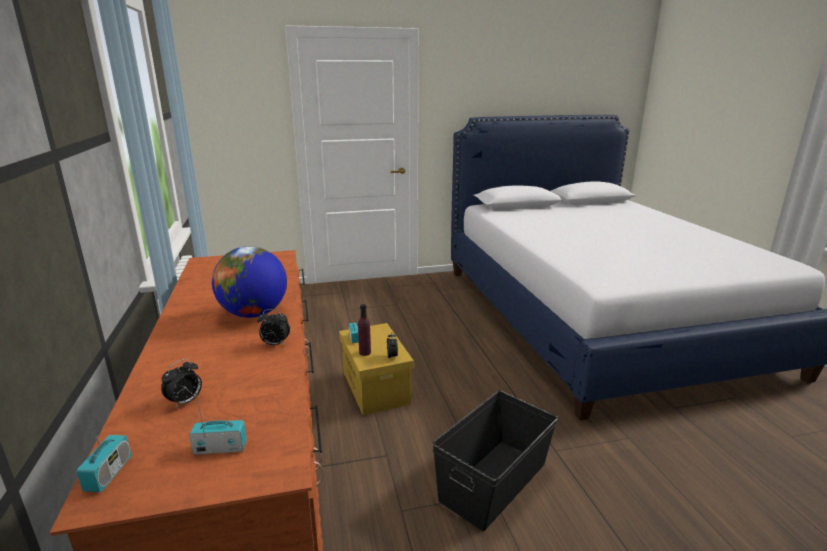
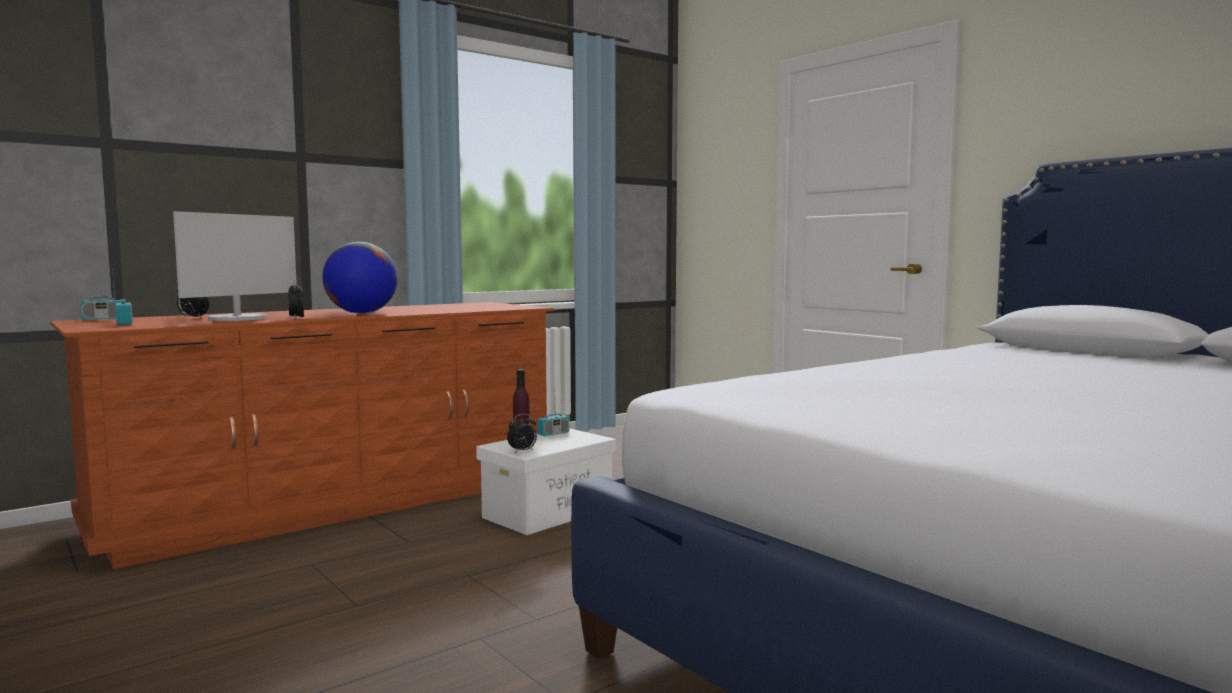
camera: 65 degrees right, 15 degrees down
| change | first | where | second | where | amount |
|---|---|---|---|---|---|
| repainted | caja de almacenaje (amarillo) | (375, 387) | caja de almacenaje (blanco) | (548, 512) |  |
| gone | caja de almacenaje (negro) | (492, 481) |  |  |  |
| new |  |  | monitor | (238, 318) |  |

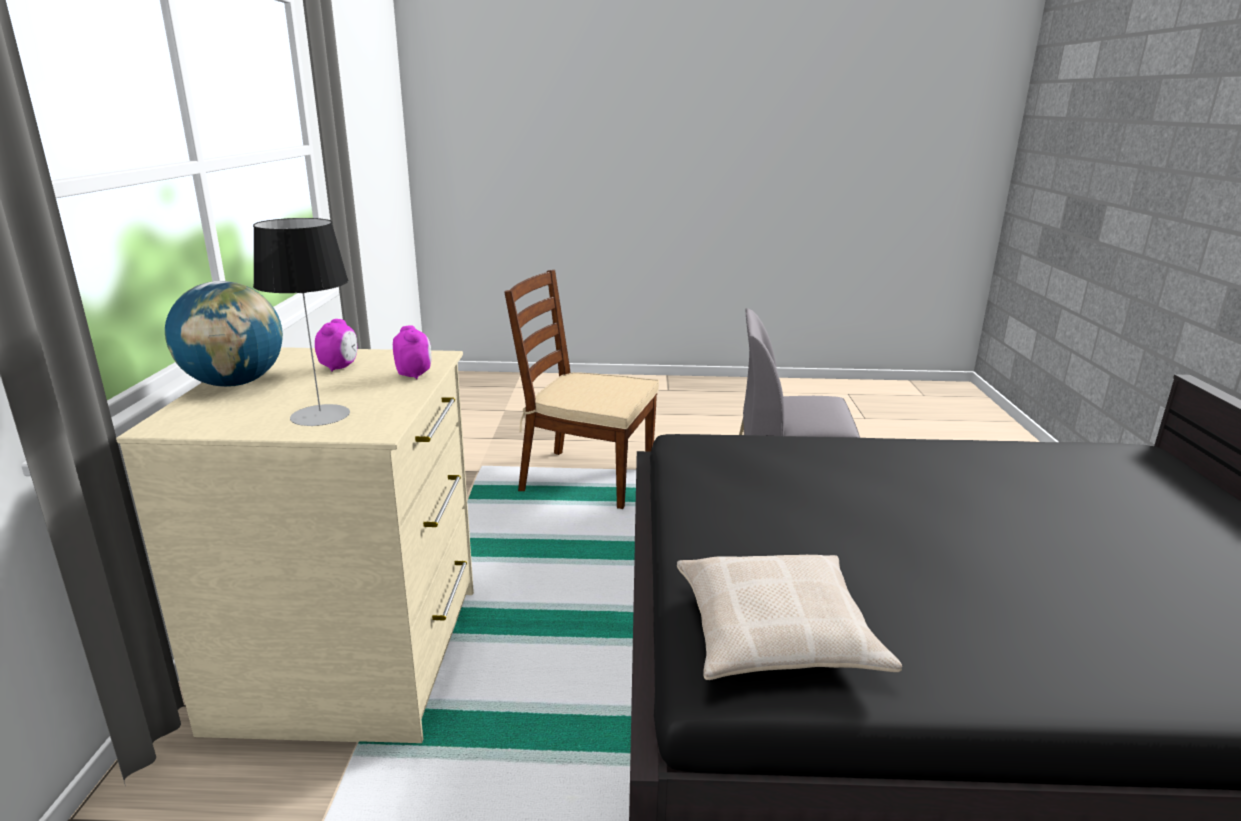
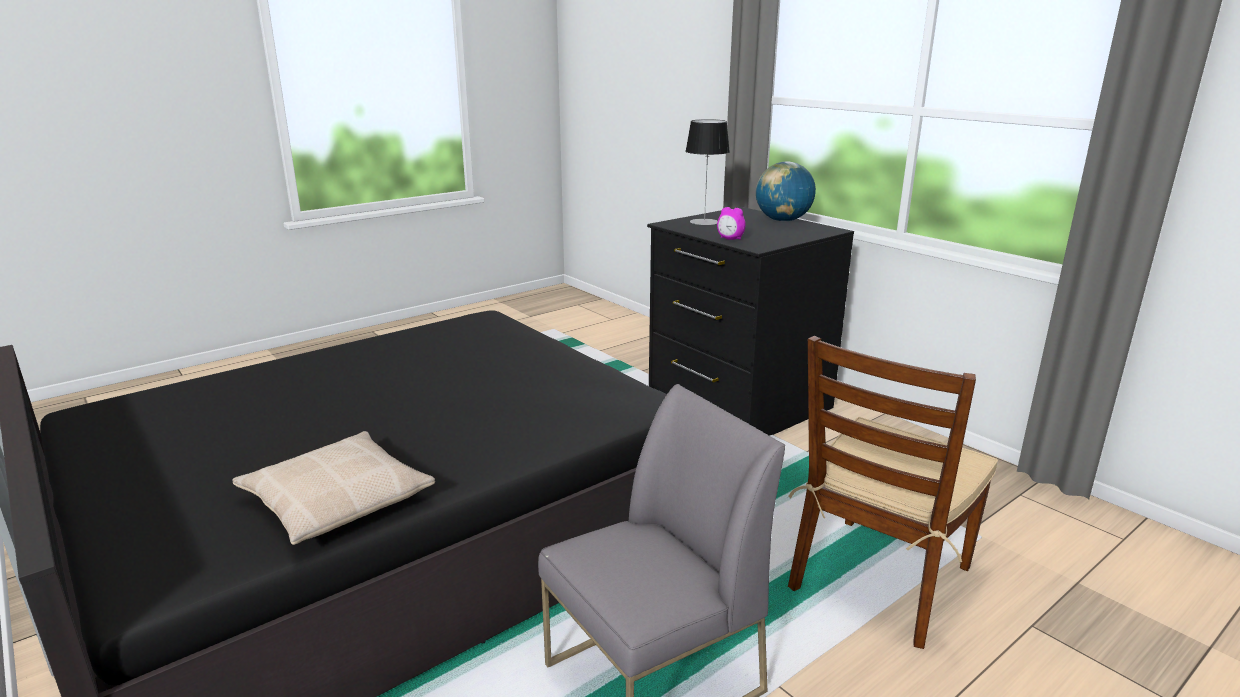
camera: 140 degrees right, 0 degrees up
| change | first | where | second | where | amount |
|---|---|---|---|---|---|
| repainted | cómoda (beis) | (356, 656) | cómoda (negro) | (737, 402) |  |
| gone | despertador | (340, 367) |  |  |  |
| rotated | silla (marrón) | (585, 478) |  | (880, 579) | 150 degrees clockwise |
| shifted | cojín (beis) | (776, 634) |  | (337, 500) |  |

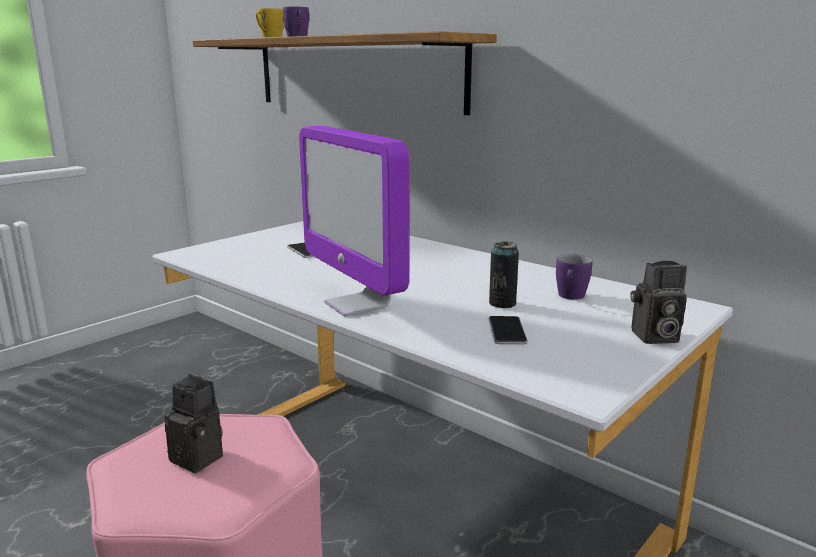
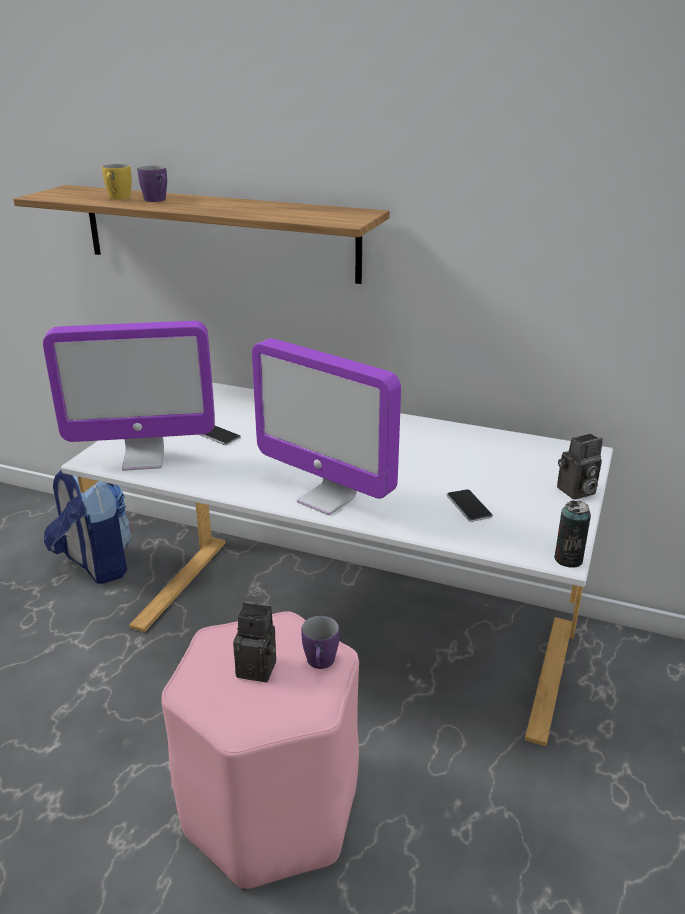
camera: 20 degrees left, 10 degrees up
| change | first | where | second | where | amount |
|---|---|---|---|---|---|
| shifted | lata | (502, 303) |  | (568, 559) |  |
| shifted | taza grande (morado) | (570, 297) |  | (320, 664) |  |
| new |  |  | monitor | (143, 459) |  |
| new |  |  | mochila | (95, 564) |  |

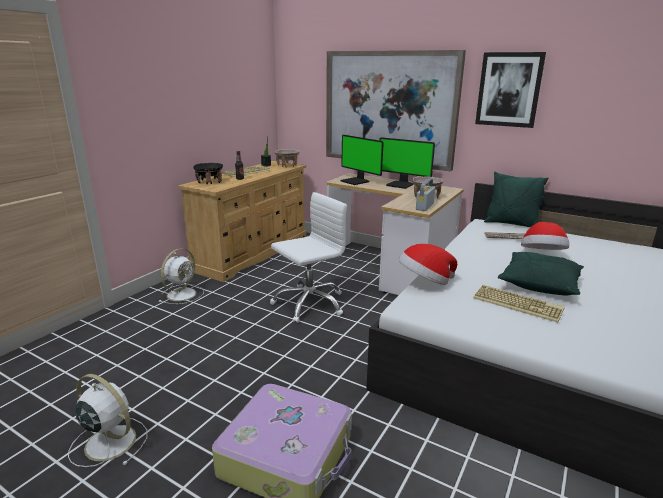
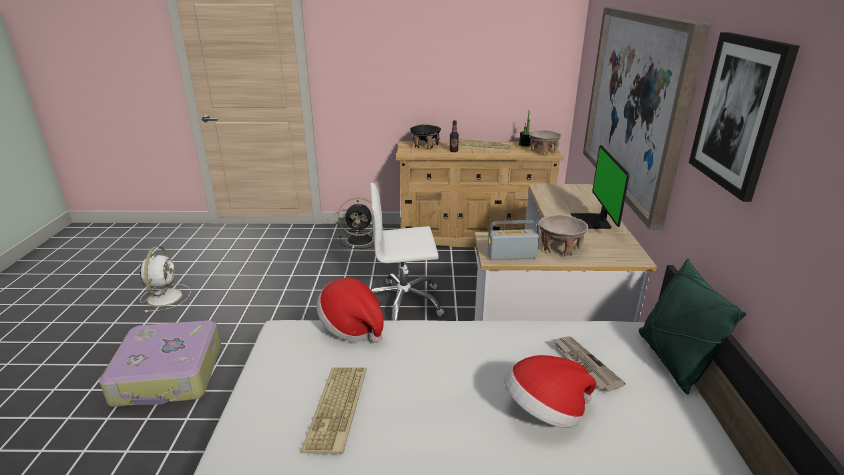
camera: 60 degrees right, 5 degrees up
| change | first | where | second | where | amount |
|---|---|---|---|---|---|
| repainted | ventilador (blanco) | (182, 294) | ventilador (negro) | (361, 240) |  |
| rotated | silla de oficina (blanco) | (309, 303) |  | (403, 303) | 150 degrees clockwise |
| gone | monitor | (356, 181) |  |  |  |
| gone | cojín (verde) | (539, 284) |  |  |  |

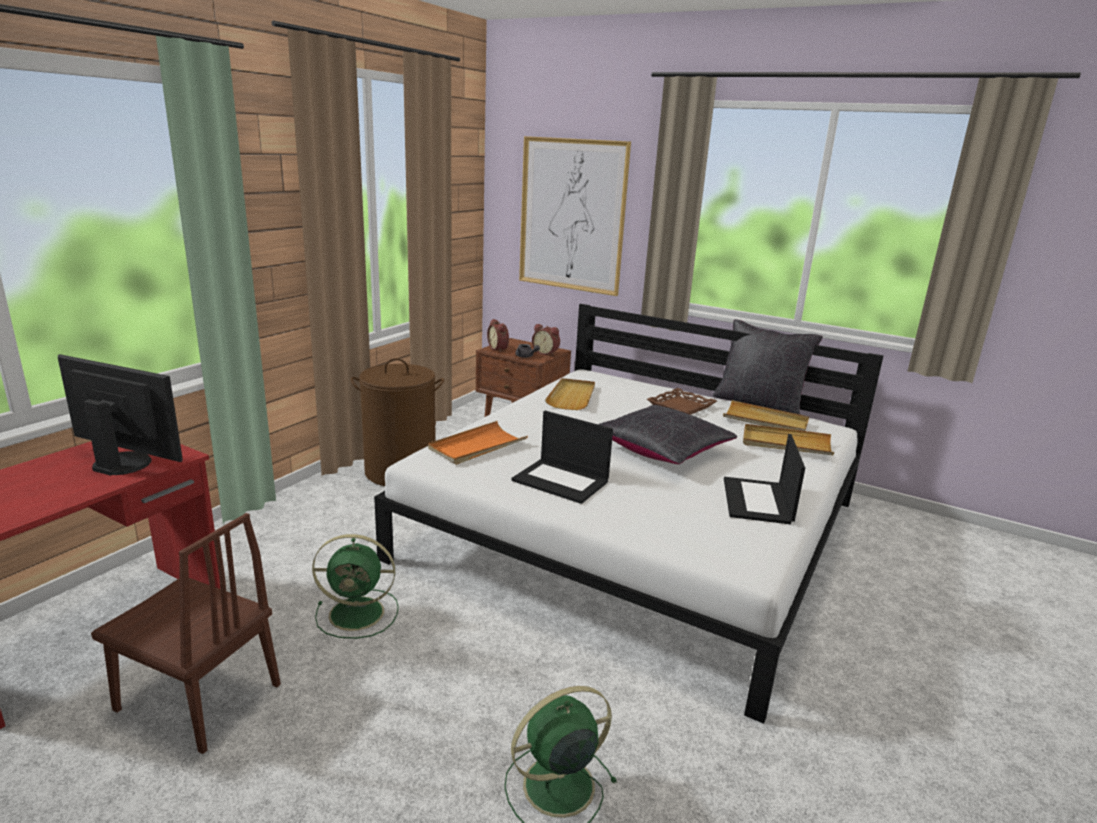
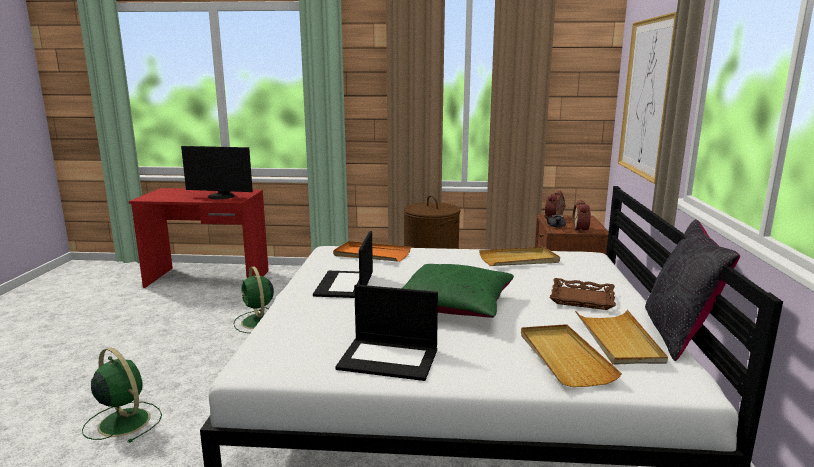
camera: 65 degrees right, 5 degrees down
| change | first | where | second | where | amount |
|---|---|---|---|---|---|
| rotated | monitor | (124, 463) |  | (220, 197) | 105 degrees clockwise |
| gone | silla (marrón) | (198, 697) |  |  |  |
| repainted | cojín (negro) | (662, 449) | cojín (verde) | (454, 305) |  |
| rotated | portátil | (758, 501) |  | (389, 358) | 150 degrees counterclockwise |

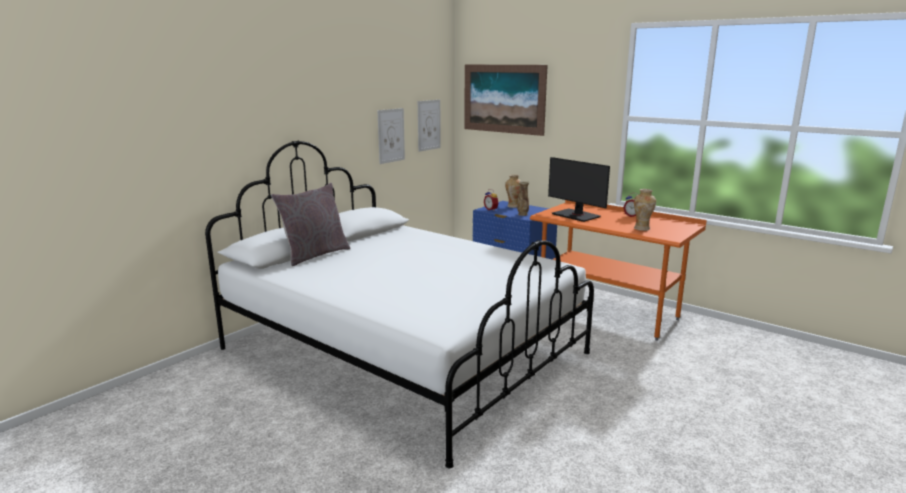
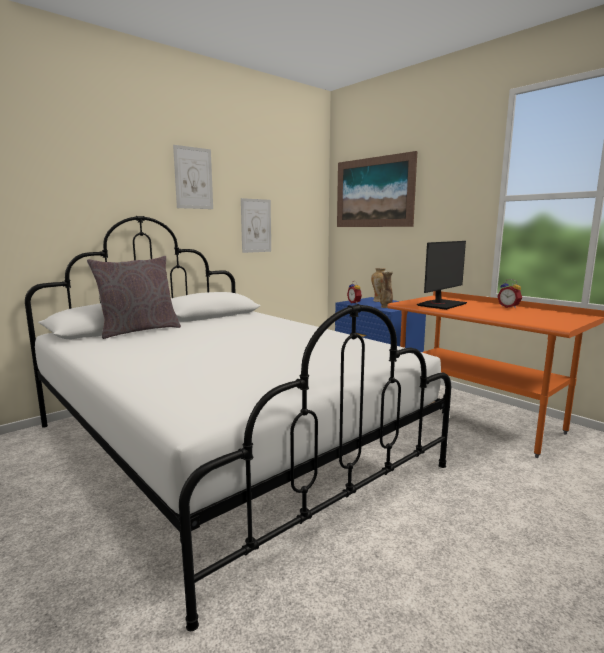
camera: 10 degrees right, 5 degrees down
| change | first | where | second | where | amount |
|---|---|---|---|---|---|
| shifted | cuadro | (429, 125) |  | (193, 178) |  |
| rotated | monitor | (576, 215) |  | (441, 304) | 105 degrees counterclockwise |
| gone | florero | (642, 228) |  |  |  |

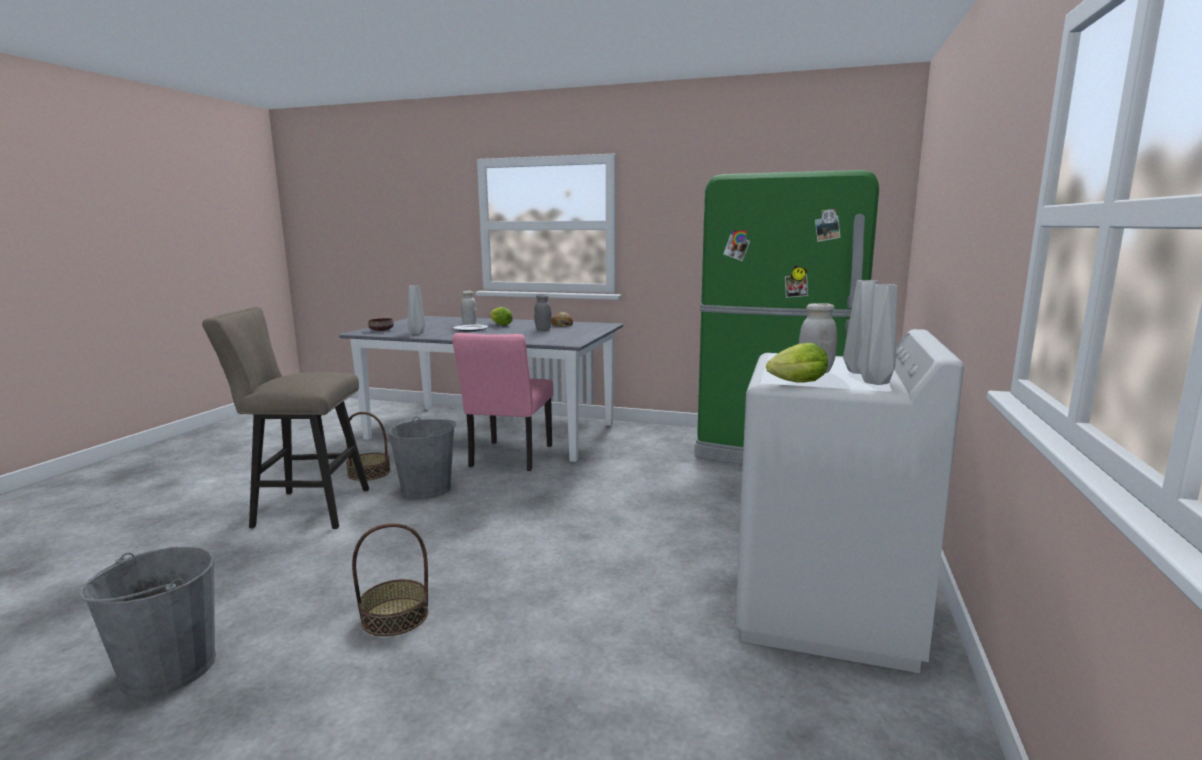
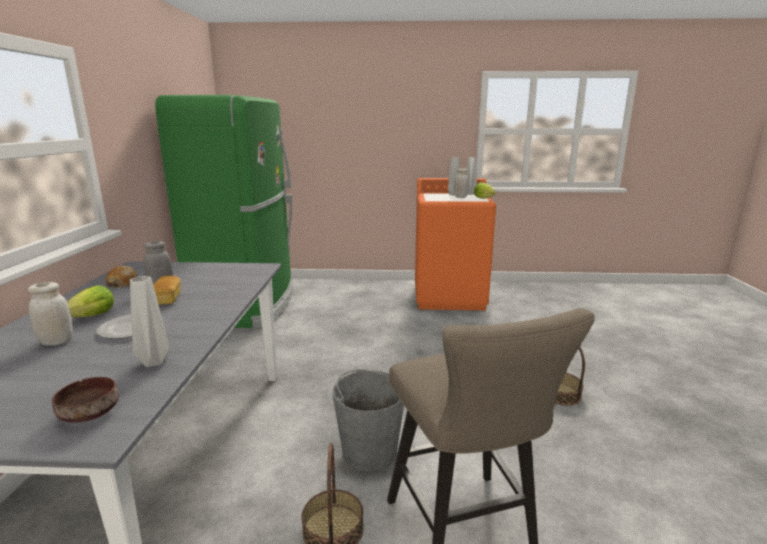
camera: 105 degrees left, 5 degrees up
| change | first | where | second | where | amount |
|---|---|---|---|---|---|
| gone | cubo (gris) | (168, 669) |  |  |  |
| gone | silla (rosa) | (508, 458) |  |  |  |
| repainted | lavadora (blanco) | (825, 610) | lavadora (naranja) | (449, 297) |  |
| new |  |  | pan | (167, 299) |  |

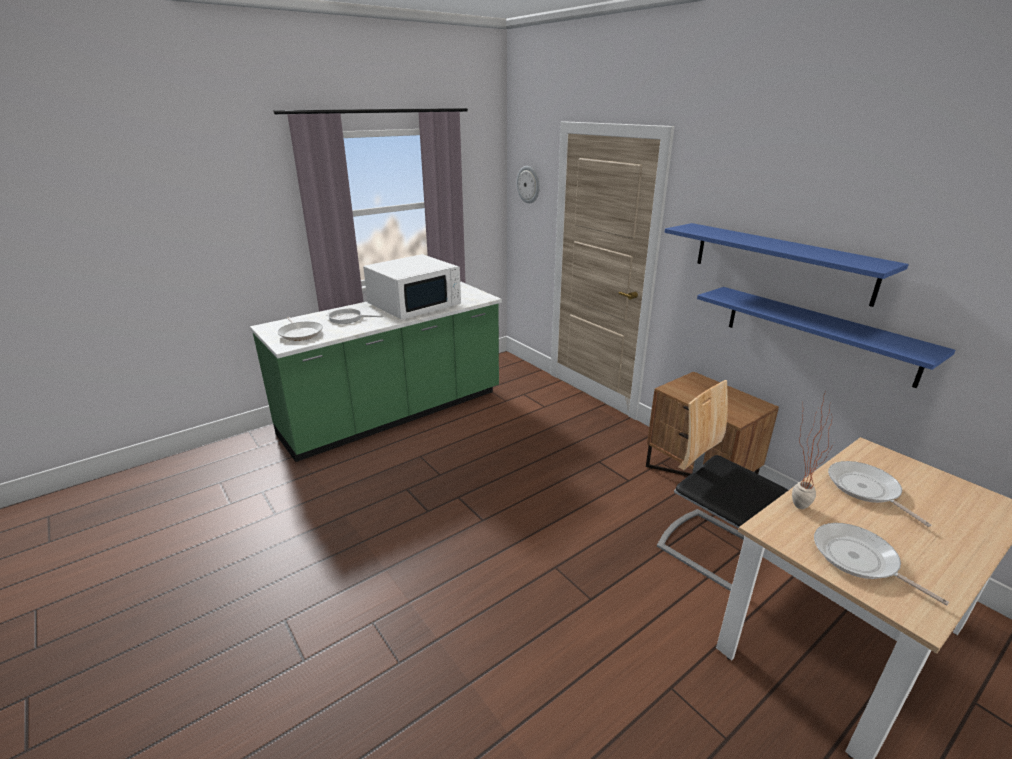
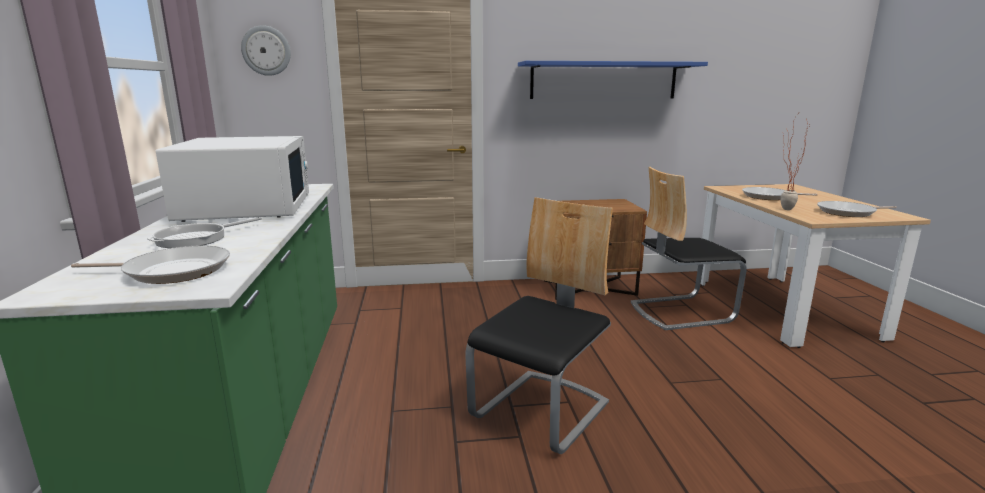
camera: 60 degrees left, 10 degrees down
| change | first | where | second | where | amount |
|---|---|---|---|---|---|
| gone | estante (azul) | (817, 333) |  |  |  |
| new |  |  | silla | (542, 411) |  |

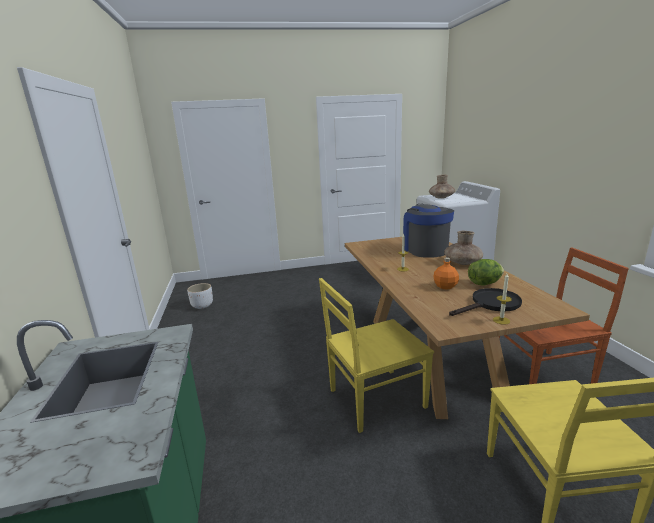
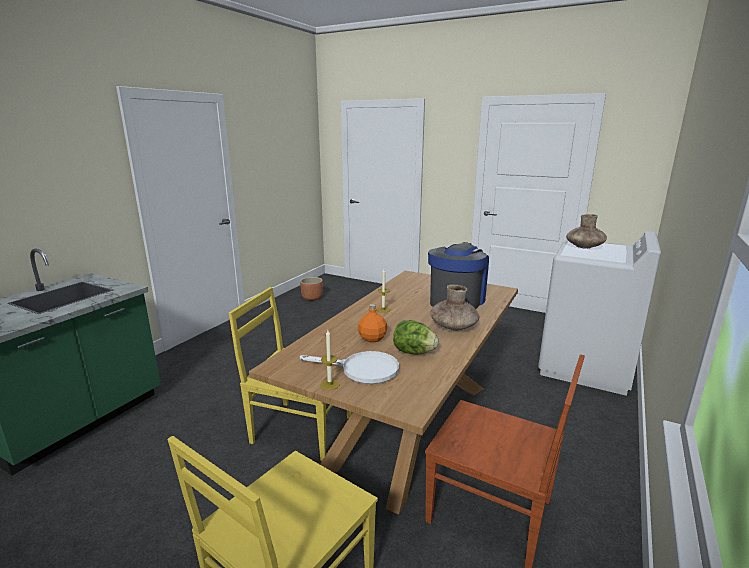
camera: 40 degrees right, 0 degrees up
| change | first | where | second | where | amount |
|---|---|---|---|---|---|
| repainted | maceta (blanco) | (202, 305) | maceta (marrón) | (312, 298) |  |
| repainted | sartén (negro) | (491, 304) | sartén (blanco) | (362, 370) |  |

